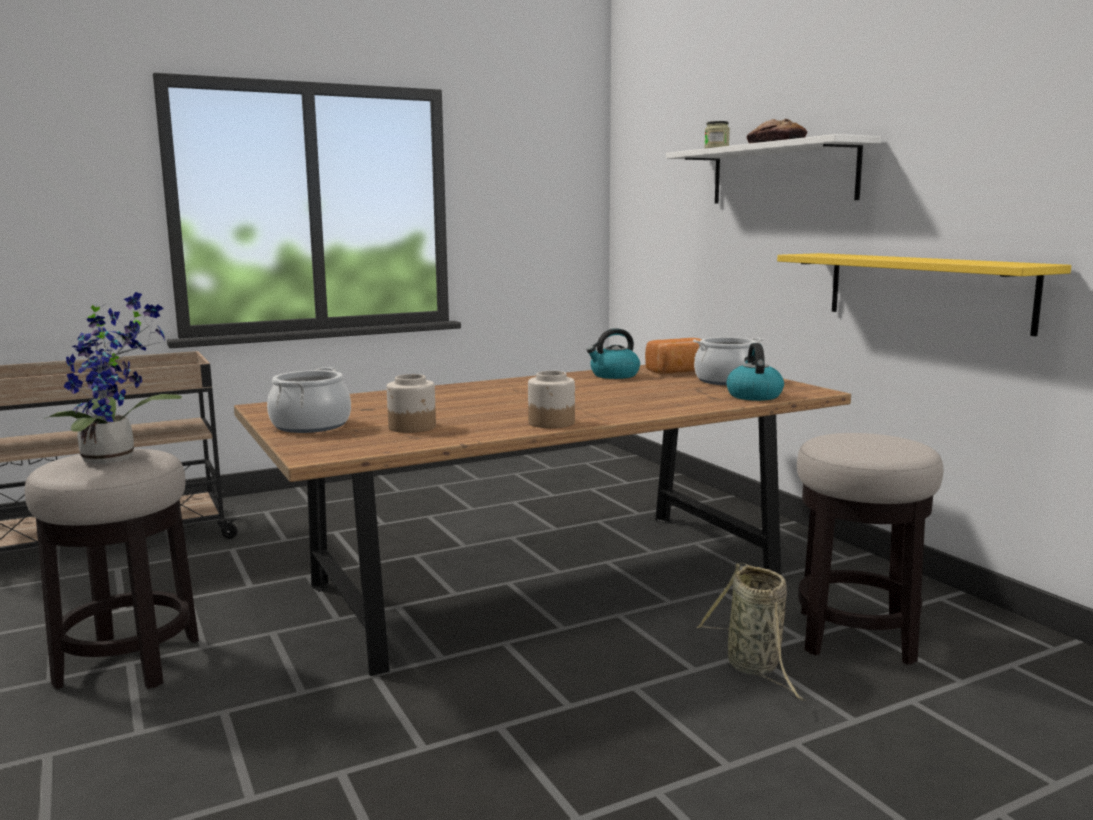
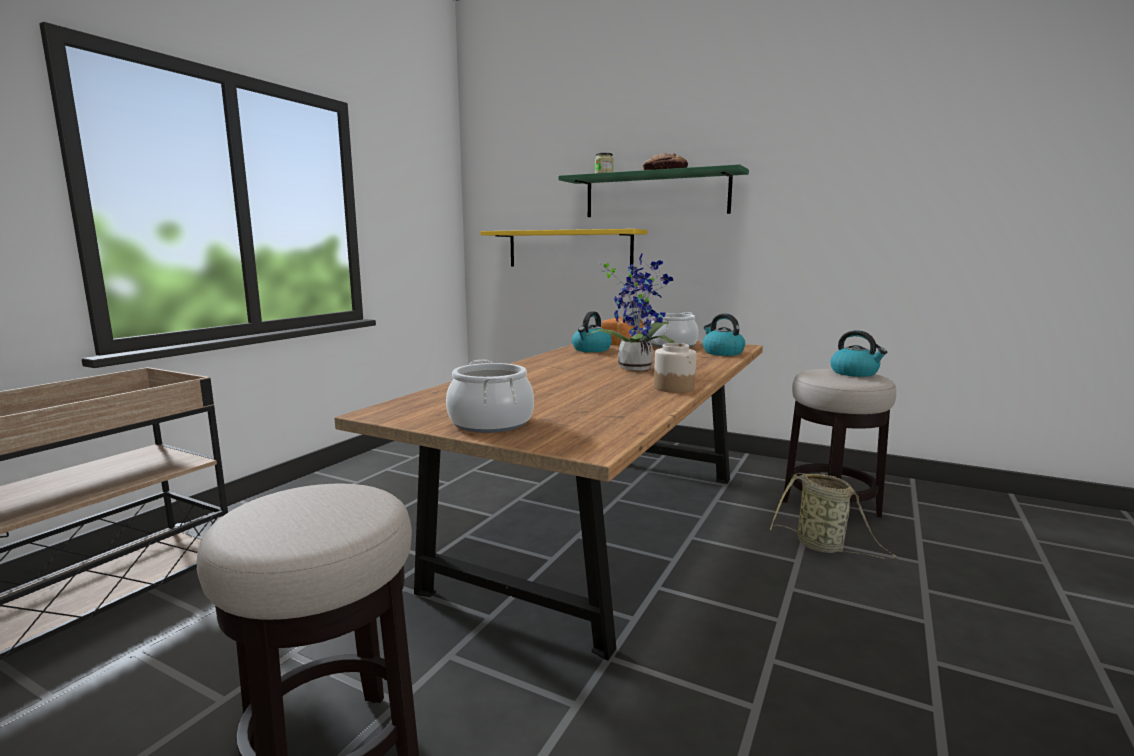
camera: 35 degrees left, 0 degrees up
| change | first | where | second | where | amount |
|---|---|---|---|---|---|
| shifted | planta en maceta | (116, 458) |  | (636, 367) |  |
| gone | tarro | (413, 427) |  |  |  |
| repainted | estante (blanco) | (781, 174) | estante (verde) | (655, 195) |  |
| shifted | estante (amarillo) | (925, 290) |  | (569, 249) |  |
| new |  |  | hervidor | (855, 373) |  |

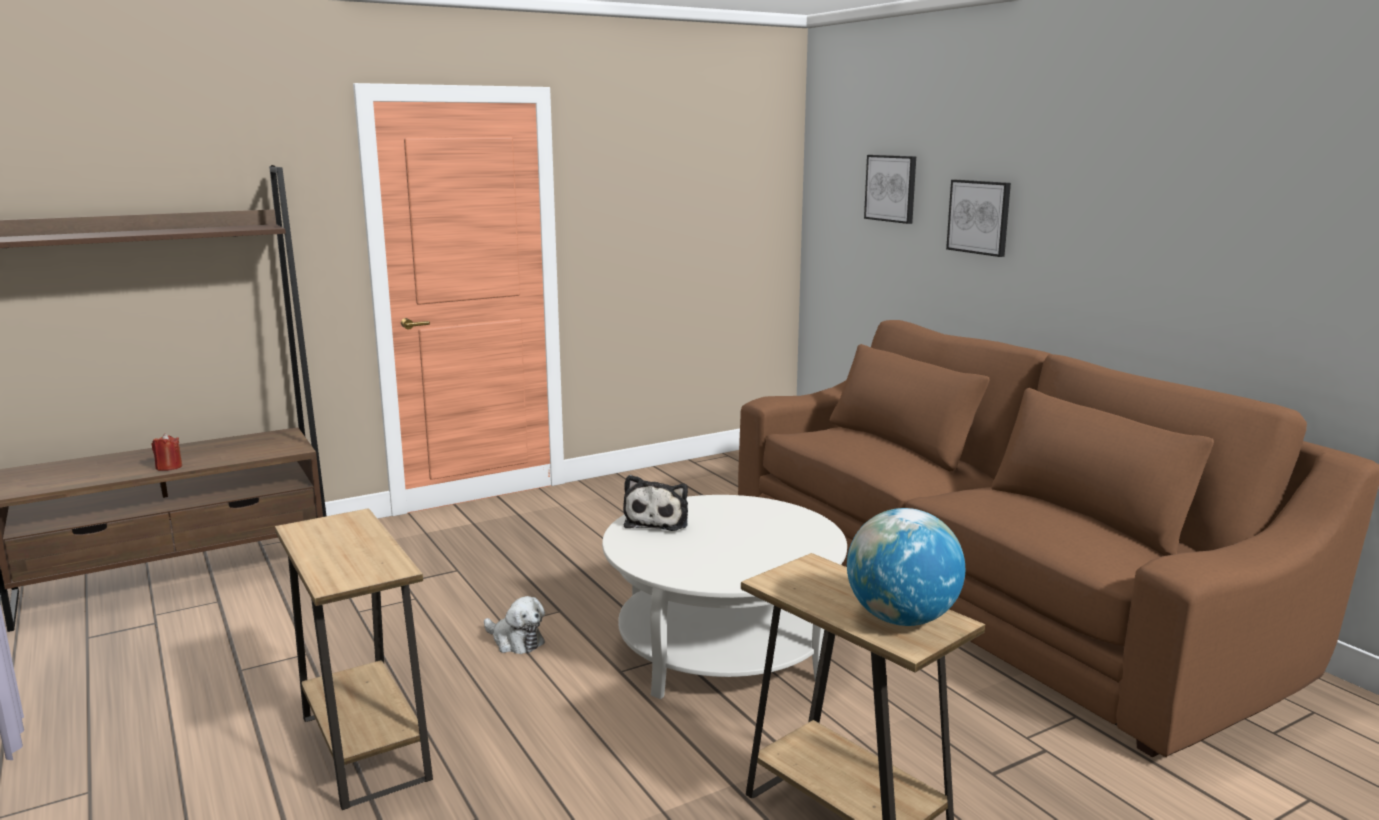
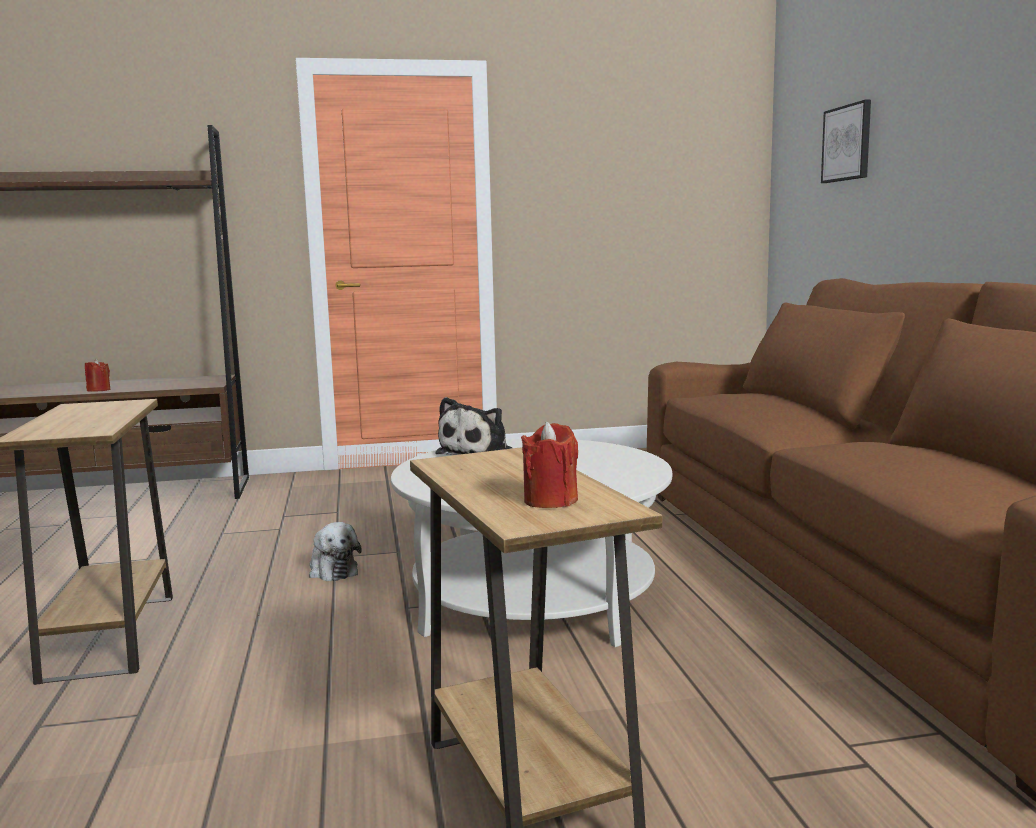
camera: 20 degrees right, 5 degrees down
| change | first | where | second | where | amount |
|---|---|---|---|---|---|
| swapped | globo terráqueo | (901, 619) | vela (rojo) | (550, 500) |  |
| gone | cuadro | (979, 217) |  |  |  |

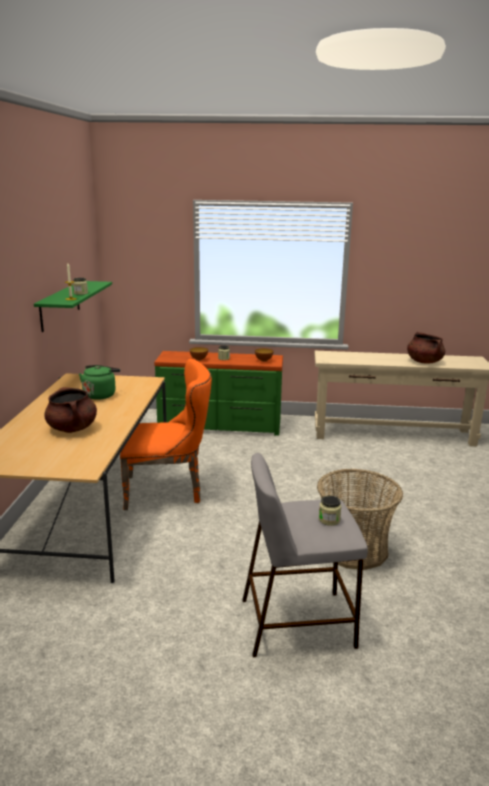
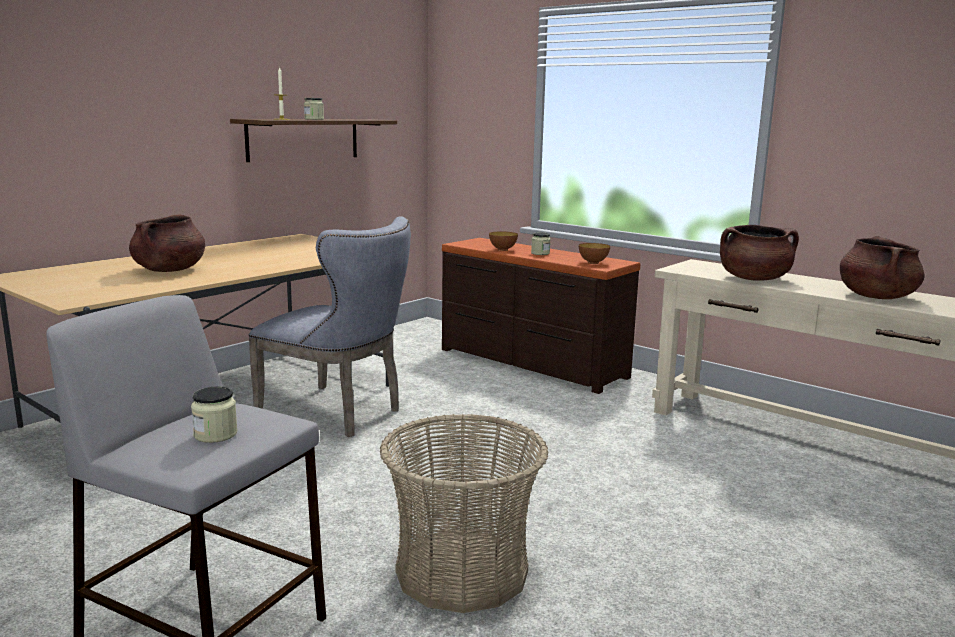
camera: 35 degrees right, 5 degrees down
| change | first | where | second | where | amount |
|---|---|---|---|---|---|
| repainted | estante (verde) | (60, 305) | estante (marrón) | (303, 139) |  |
| gone | hervidor (verde) | (100, 395) |  |  |  |
| repainted | silla (naranja) | (169, 490) | silla (gris) | (339, 413) |  |
| repainted | cómoda (verde) | (220, 425) | cómoda (marrón) | (530, 363) |  |
| new |  |  | olla (marrón) | (754, 279) |  |

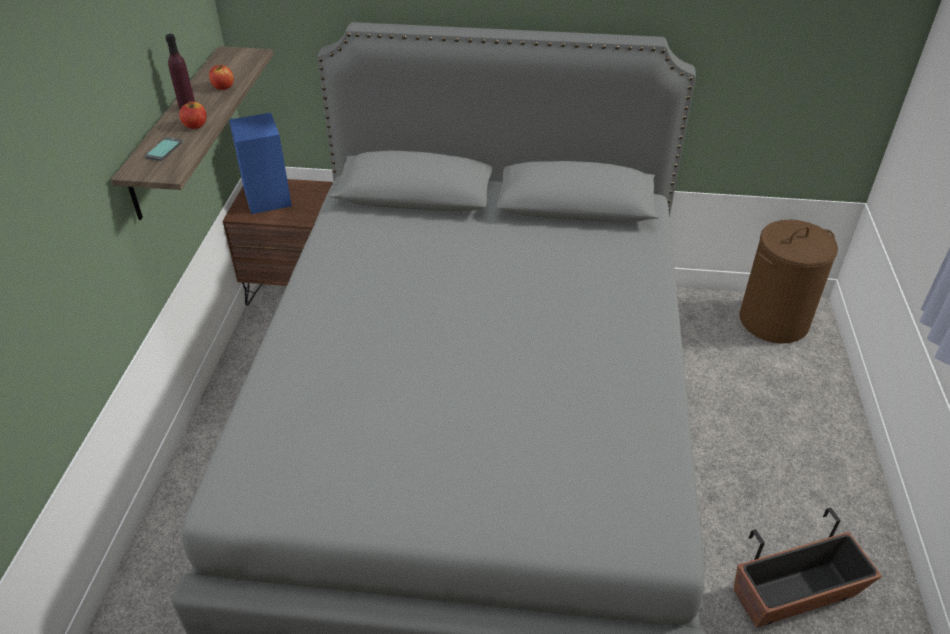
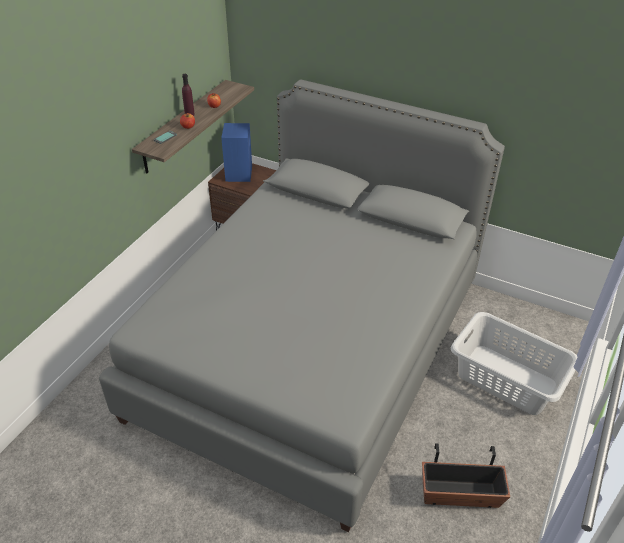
camera: 20 degrees right, 0 degrees up
| change | first | where | second | where | amount |
|---|---|---|---|---|---|
| gone | cesto de la ropa (marrón) | (774, 320) |  |  |  |
| new |  |  | cesto de la ropa (gris) | (506, 380) |  |

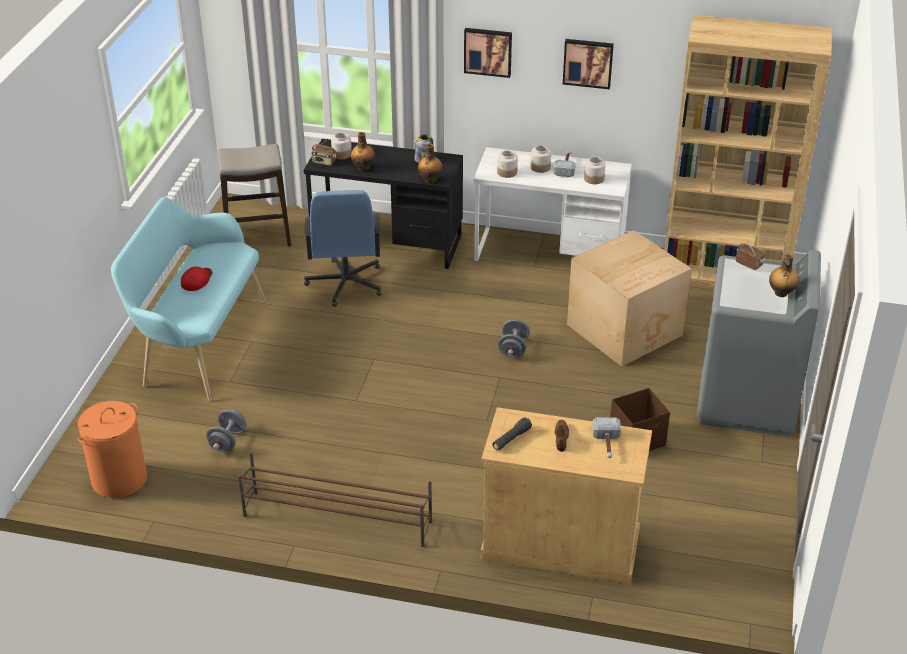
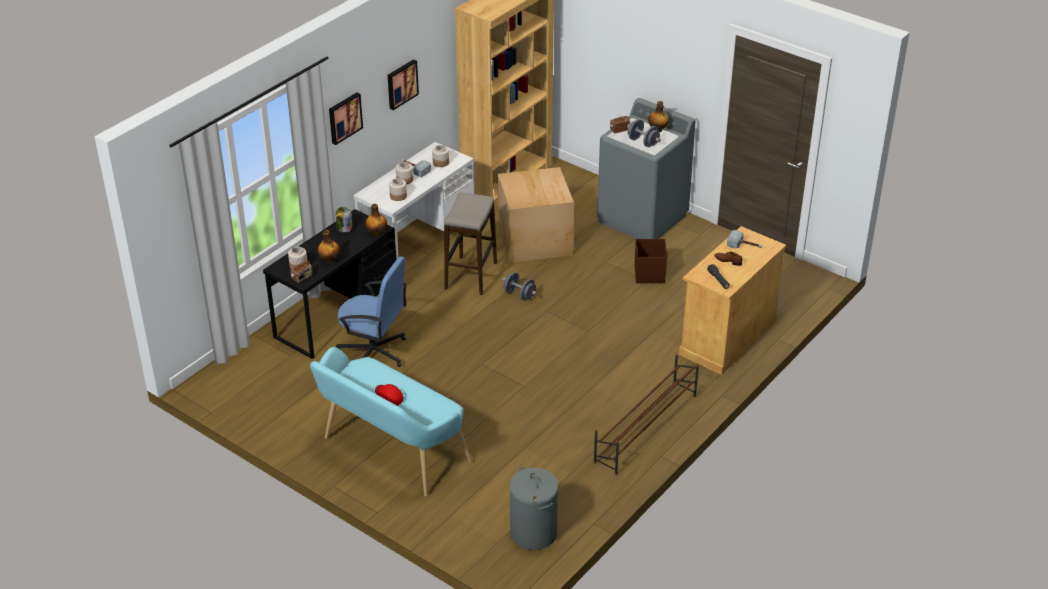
camera: 65 degrees left, 0 degrees up
| change | first | where | second | where | amount |
|---|---|---|---|---|---|
| repainted | cesto de la ropa (naranja) | (119, 479) | cesto de la ropa (gris) | (533, 533) |  |
| shifted | mancuerna (gris) | (228, 441) |  | (643, 142) |  |
| shifted | taburete | (258, 237) |  | (471, 276) |  |

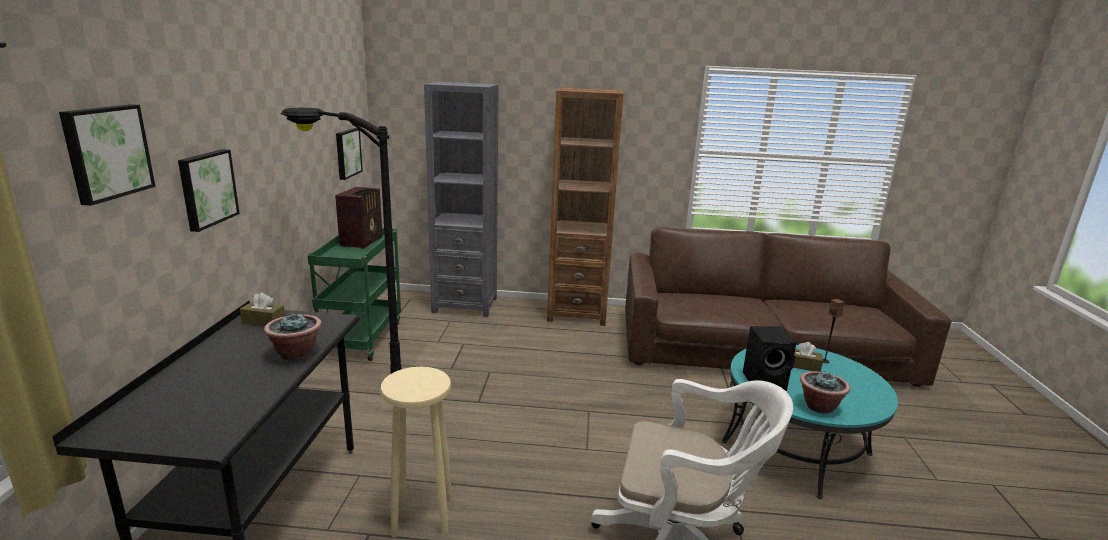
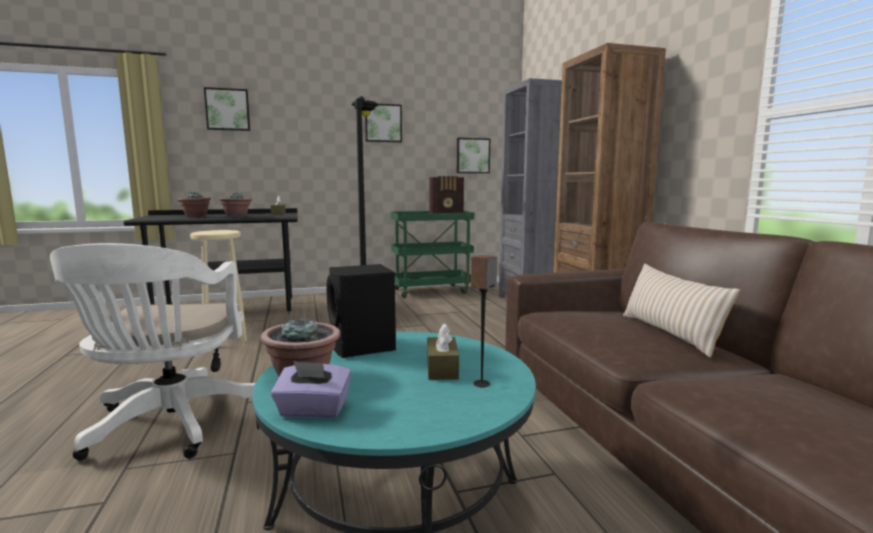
camera: 70 degrees right, 10 degrees down
| change | first | where | second | where | amount |
|---|---|---|---|---|---|
| shifted | cuadro | (206, 188) |  | (383, 123) |  |
| new |  |  | planta en maceta | (195, 217) |  |
| new |  |  | caja de pañuelos (morado) | (313, 411) |  |
| new |  |  | cojín (beis) | (669, 333) |  |

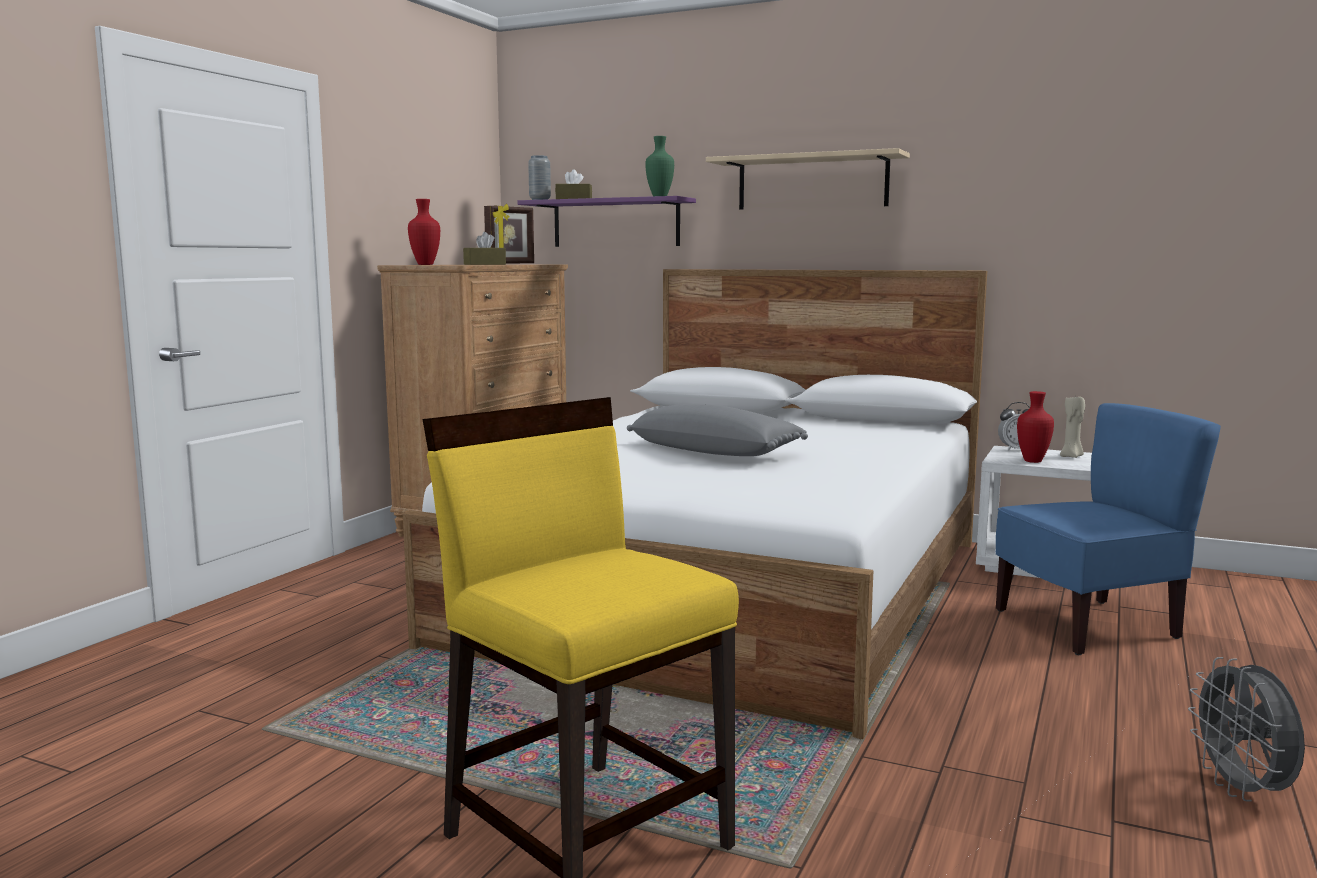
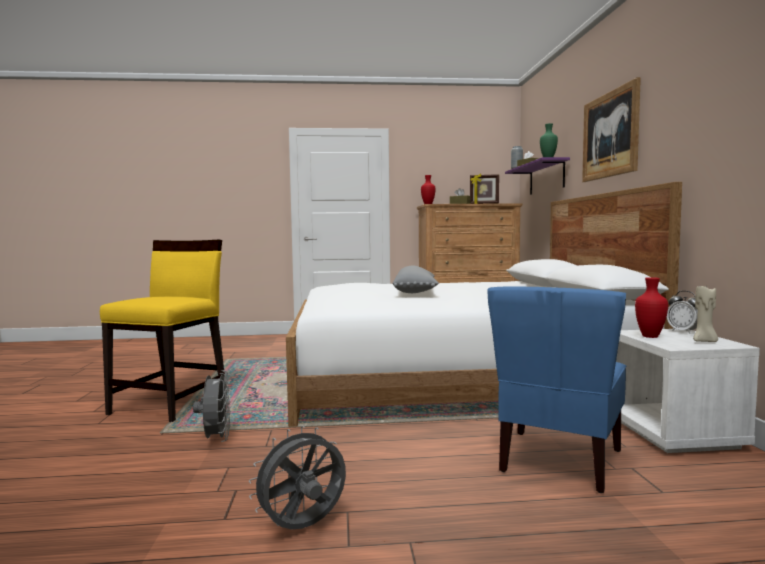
camera: 60 degrees right, 5 degrees down
| change | first | where | second | where | amount |
|---|---|---|---|---|---|
| swapped | estante (beis) | (812, 182) | cuadro | (610, 135) |  |
| rotated | silla (azul) | (1088, 625) |  | (558, 460) | 75 degrees clockwise |
| new |  |  | ventilador (gris) | (216, 439) |  |

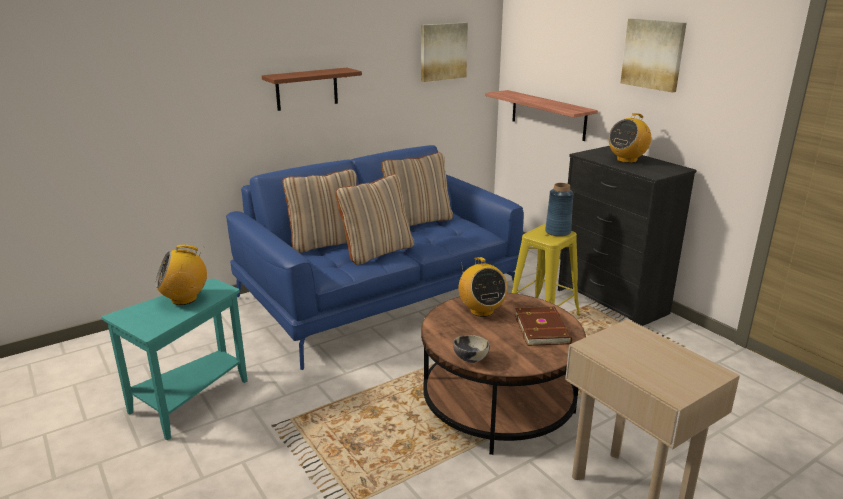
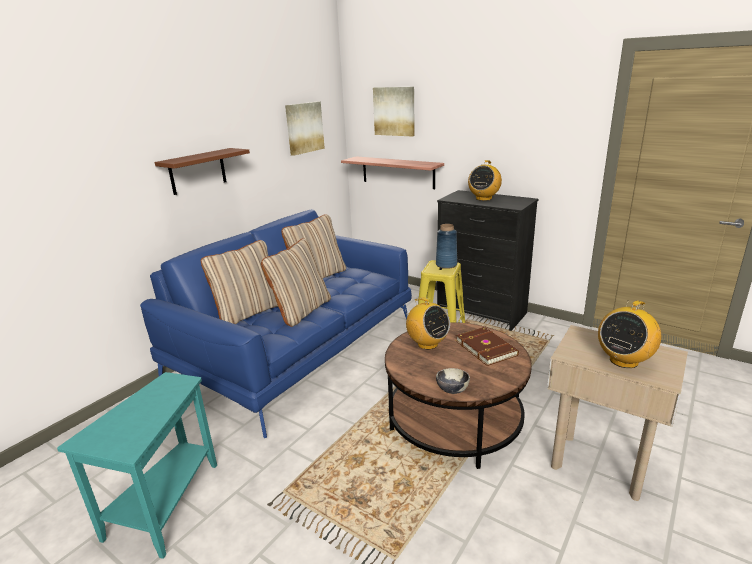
camera: 20 degrees left, 0 degrees up
| change | first | where | second | where | amount |
|---|---|---|---|---|---|
| shifted | radio | (184, 299) |  | (623, 360) |  |
| shifted | cuadro | (653, 54) |  | (394, 111) |  |

